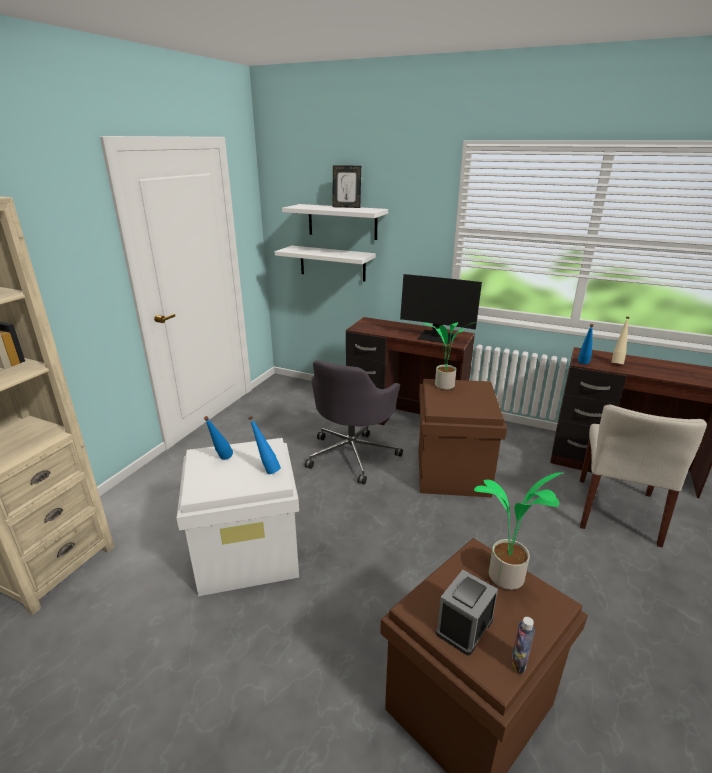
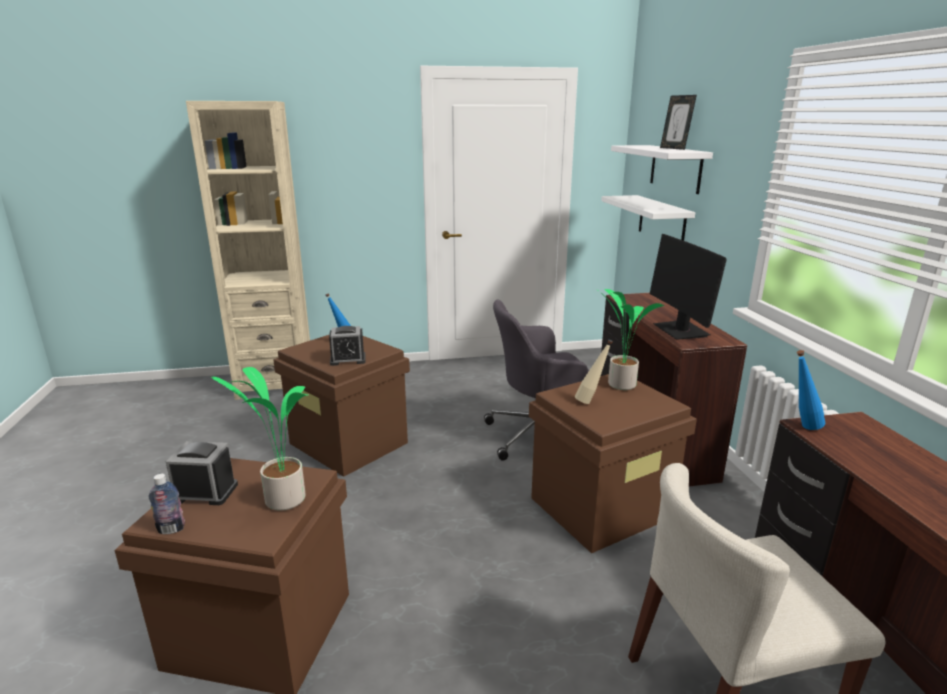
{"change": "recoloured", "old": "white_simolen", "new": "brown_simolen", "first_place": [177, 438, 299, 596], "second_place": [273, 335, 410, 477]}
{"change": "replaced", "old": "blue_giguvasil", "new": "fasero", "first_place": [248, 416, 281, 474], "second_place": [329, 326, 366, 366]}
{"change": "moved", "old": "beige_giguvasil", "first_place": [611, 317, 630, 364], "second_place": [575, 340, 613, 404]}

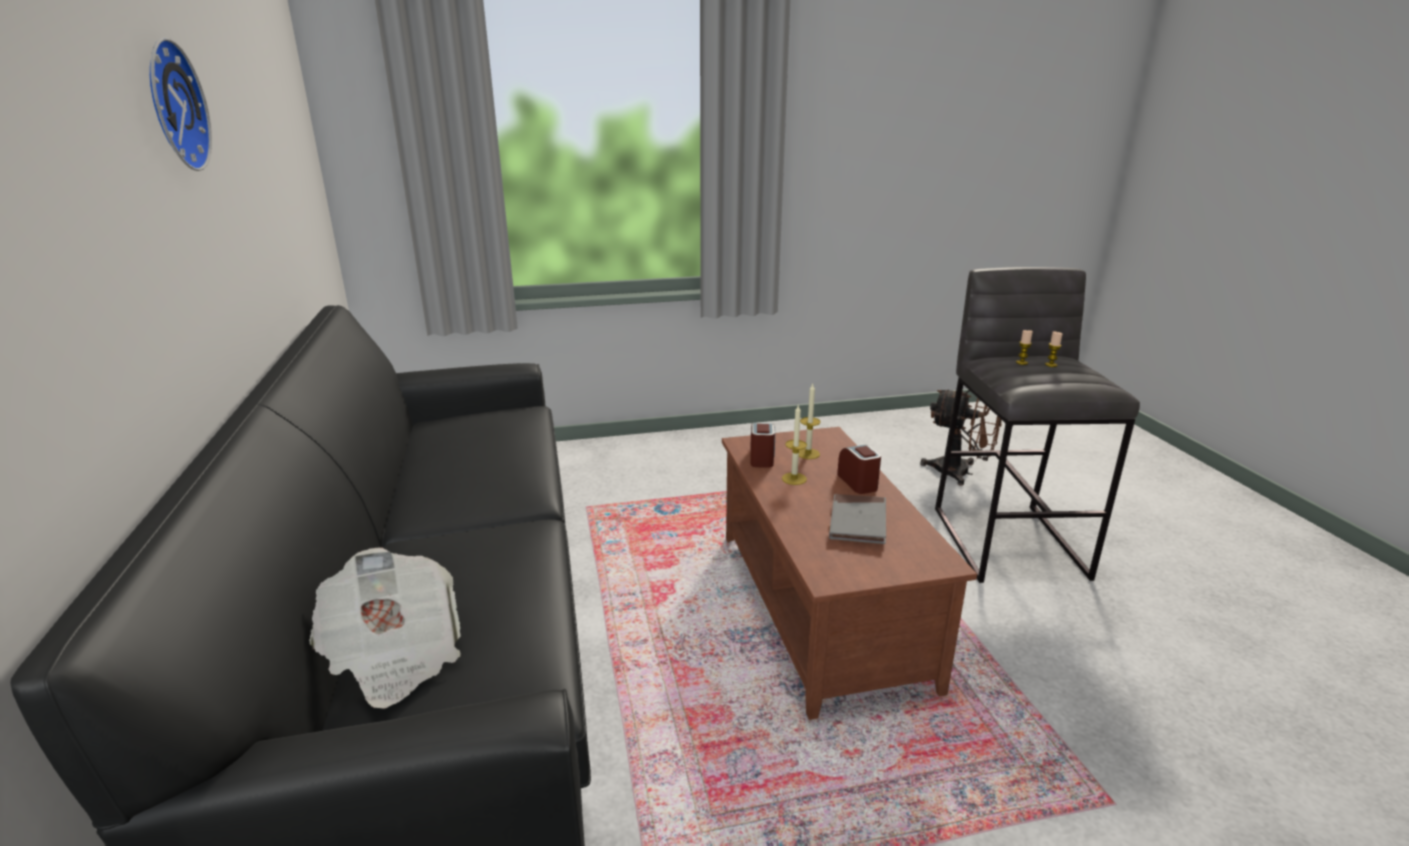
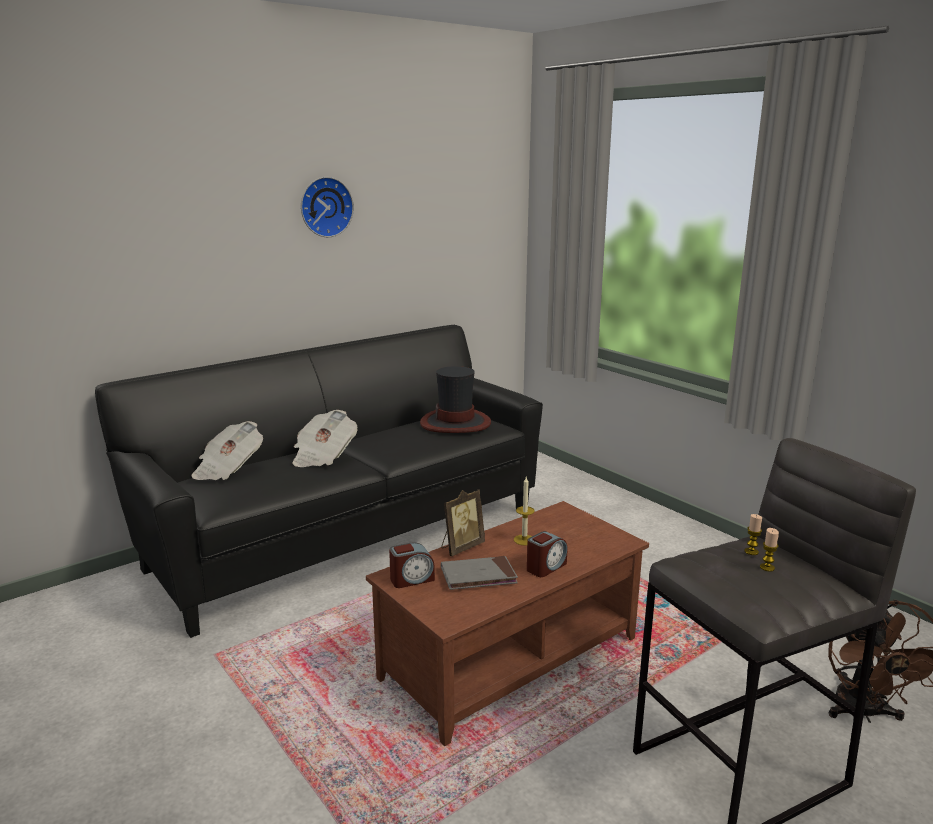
{"change": "moved", "old": "fasero", "first_place": [750, 423, 775, 468], "second_place": [389, 542, 435, 588]}
{"change": "removed", "old": "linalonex", "first_place": [799, 384, 820, 459]}
{"change": "added", "new": "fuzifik", "second_place": [293, 410, 358, 467]}
{"change": "added", "new": "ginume", "second_place": [420, 366, 491, 433]}
{"change": "added", "new": "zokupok", "second_place": [441, 489, 485, 556]}

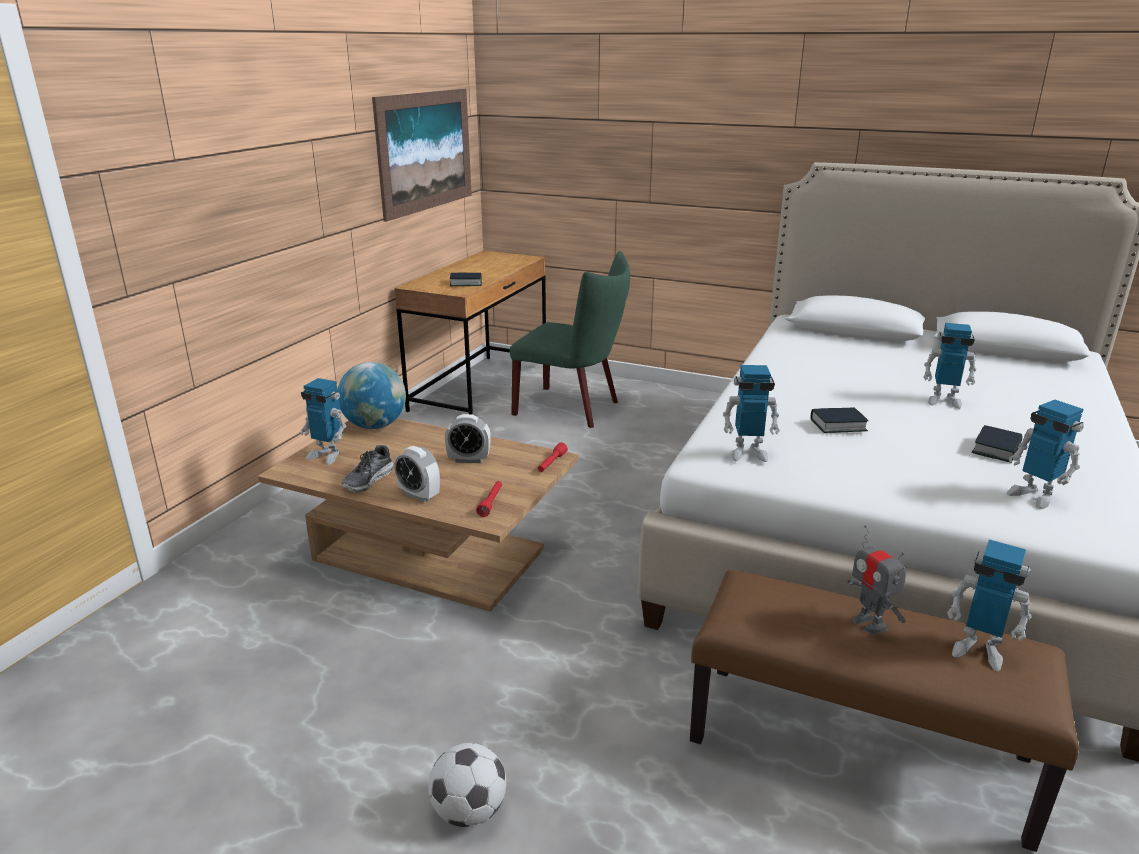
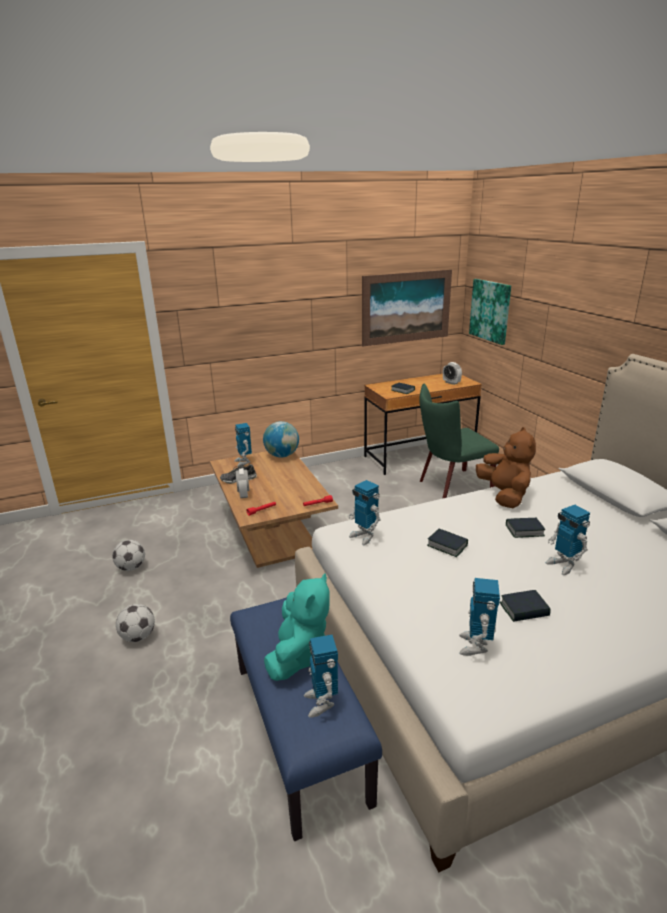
{"change": "moved", "old": "fasero", "first_place": [445, 414, 491, 463], "second_place": [443, 362, 462, 385]}
{"change": "turned", "old": "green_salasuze", "first_place": [510, 251, 630, 428], "second_place": [419, 384, 499, 499], "degrees": 90}
{"change": "recoloured", "old": "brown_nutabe", "new": "blue_nutabe", "first_place": [690, 570, 1079, 852], "second_place": [230, 597, 382, 841]}
{"change": "replaced", "old": "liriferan", "new": "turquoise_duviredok", "first_place": [847, 525, 906, 634], "second_place": [264, 573, 330, 681]}
{"change": "added", "new": "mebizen", "second_place": [112, 540, 145, 571]}
{"change": "added", "new": "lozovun", "second_place": [469, 279, 511, 345]}
{"change": "added", "new": "brown_duviredok", "second_place": [476, 427, 536, 508]}
{"change": "added", "new": "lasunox", "second_place": [506, 518, 545, 538]}

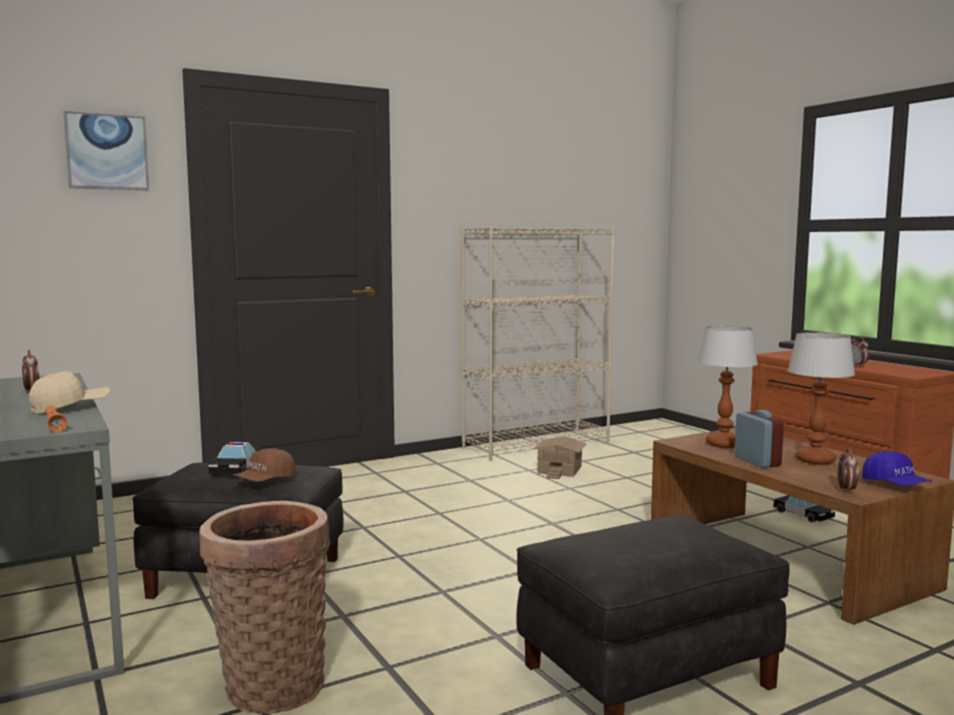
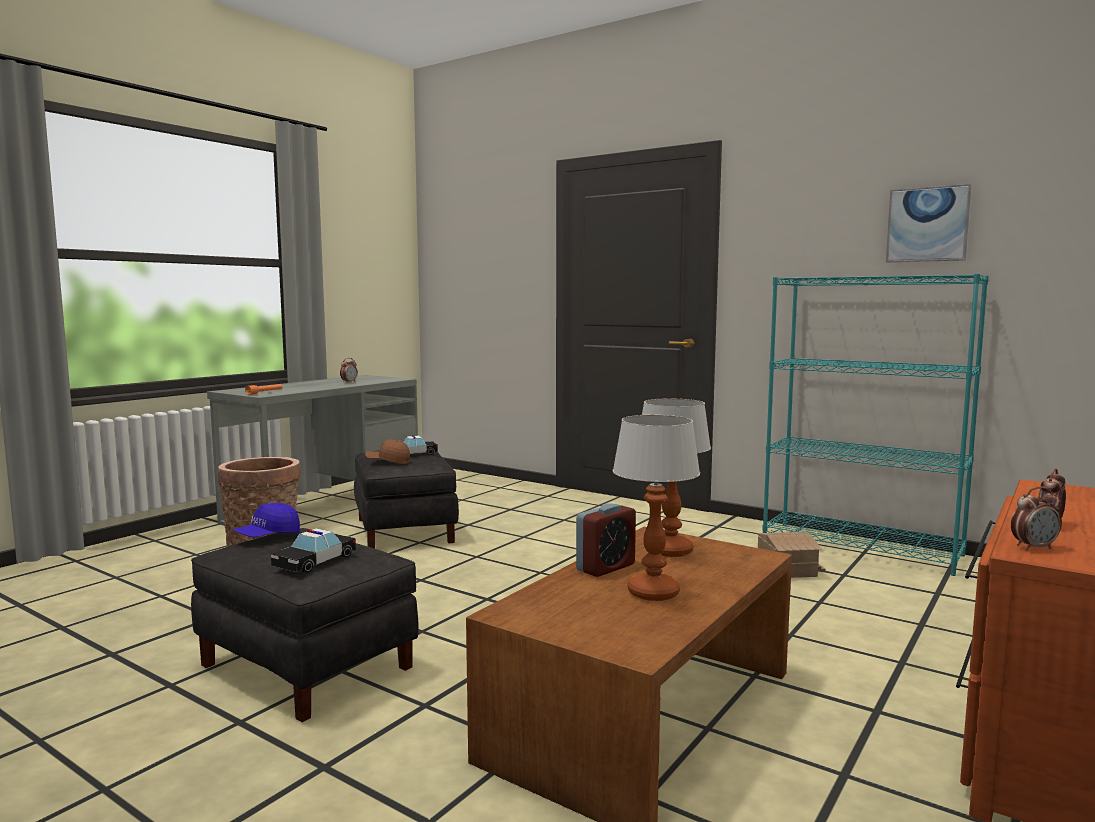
{"change": "removed", "old": "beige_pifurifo", "first_place": [29, 371, 110, 414]}
{"change": "moved", "old": "lozovun", "first_place": [64, 111, 149, 191], "second_place": [886, 184, 971, 262]}
{"change": "recoloured", "old": "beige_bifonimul", "new": "turquoise_bifonimul", "first_place": [461, 227, 615, 461], "second_place": [762, 274, 989, 576]}
{"change": "moved", "old": "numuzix", "first_place": [773, 495, 835, 522], "second_place": [271, 528, 356, 573]}
{"change": "moved", "old": "fasero", "first_place": [838, 448, 859, 494], "second_place": [1011, 487, 1062, 551]}
{"change": "moved", "old": "blue_pifurifo", "first_place": [862, 451, 932, 486], "second_place": [232, 503, 300, 537]}

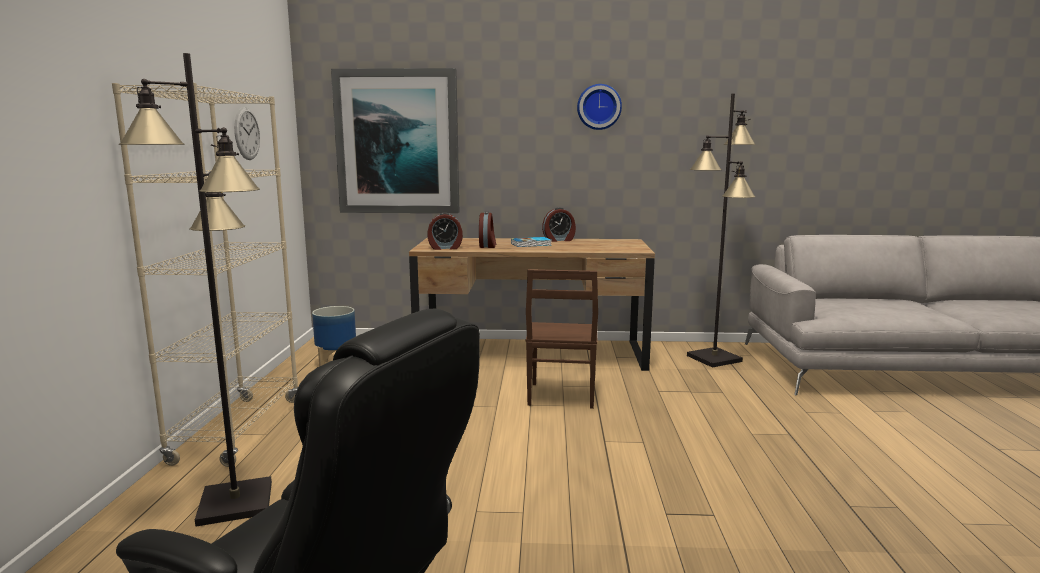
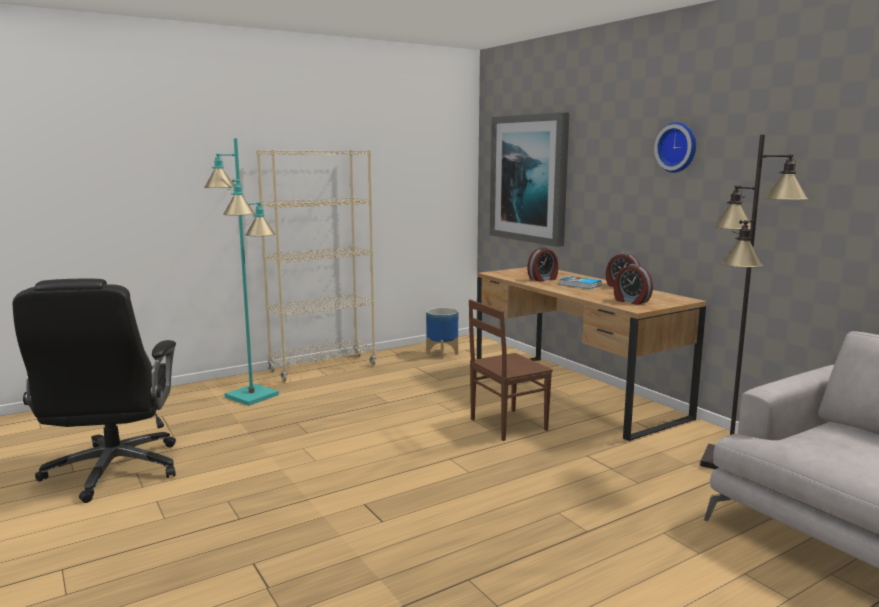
{"change": "recoloured", "old": "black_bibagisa", "new": "turquoise_bibagisa", "first_place": [119, 53, 272, 527], "second_place": [204, 138, 279, 406]}
{"change": "removed", "old": "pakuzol", "first_place": [234, 107, 260, 160]}
{"change": "moved", "old": "fasero", "first_place": [428, 213, 463, 250], "second_place": [614, 264, 653, 305]}

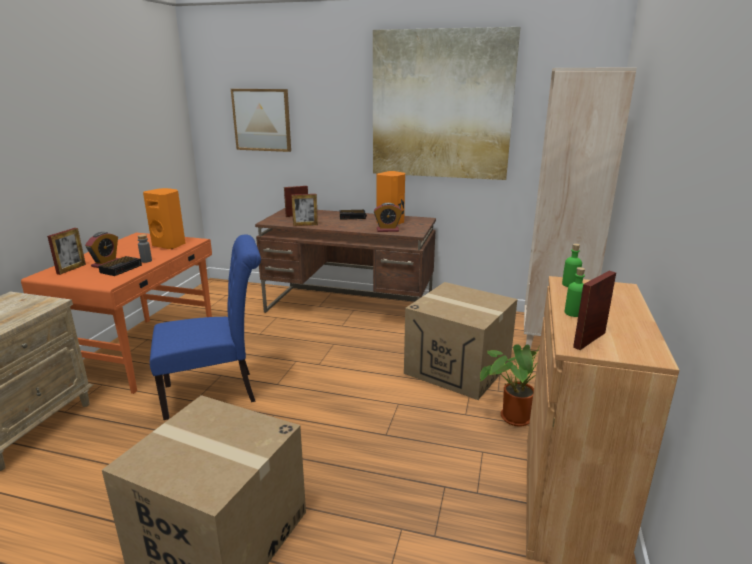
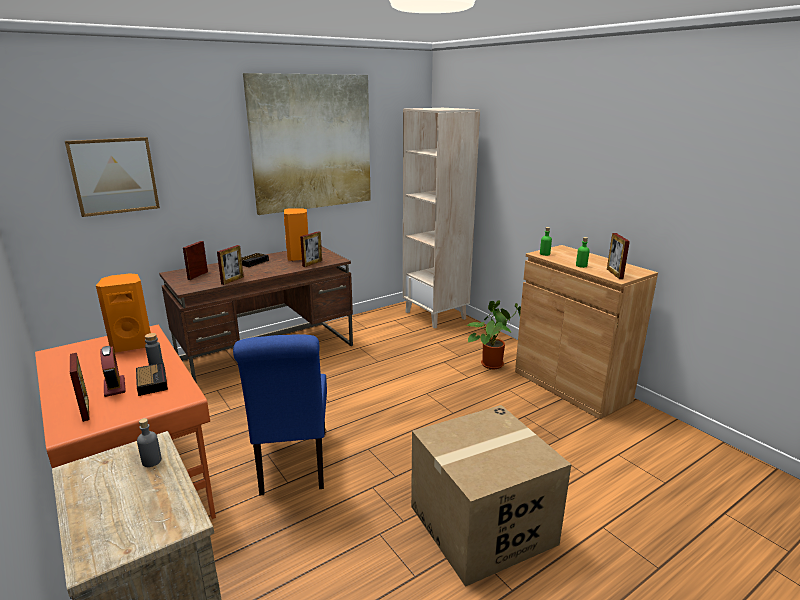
{"change": "turned", "old": "blue_salasuze", "first_place": [150, 235, 261, 420], "second_place": [233, 334, 327, 496], "degrees": 150}
{"change": "replaced", "old": "fasero", "new": "zokupok", "first_place": [374, 203, 402, 232], "second_place": [300, 231, 322, 267]}
{"change": "removed", "old": "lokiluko", "first_place": [404, 282, 517, 400]}
{"change": "added", "new": "grey_giguvasil", "second_place": [137, 418, 162, 467]}

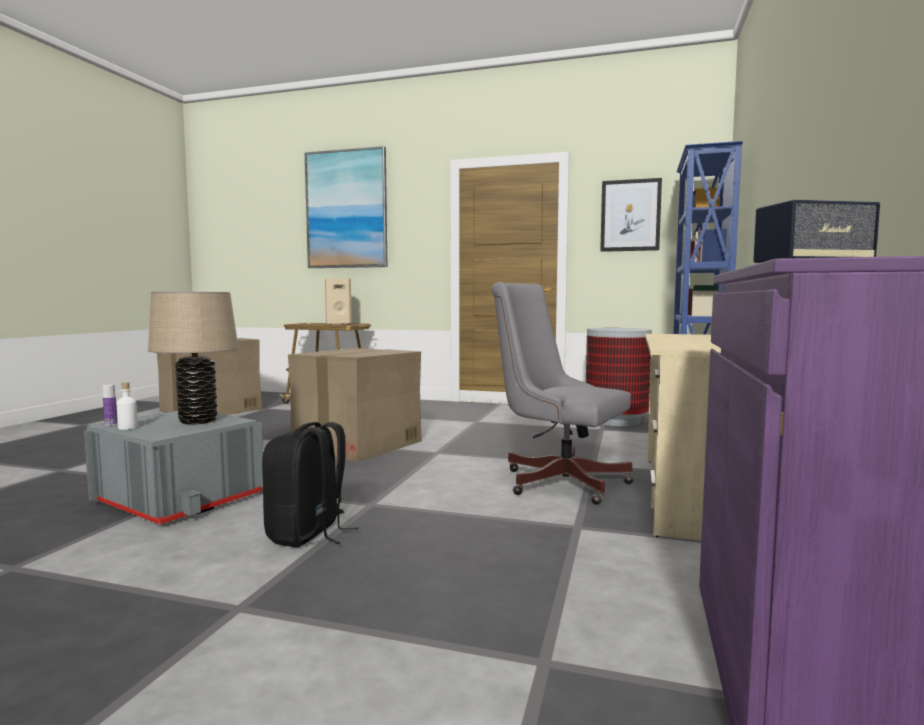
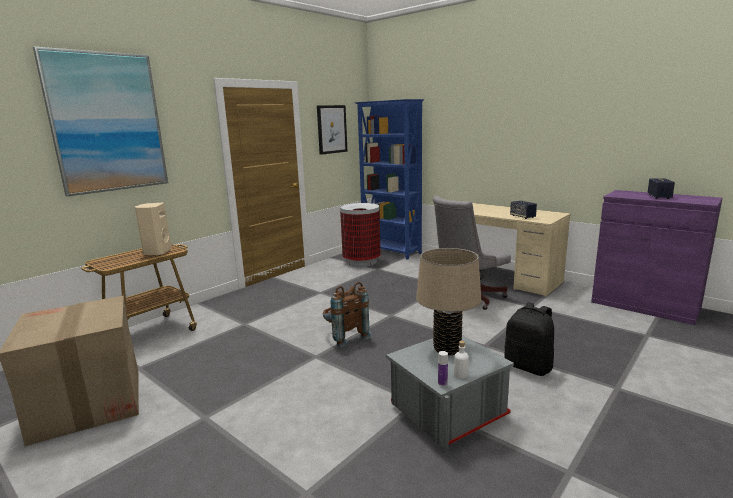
{"change": "replaced", "old": "lokiluko", "new": "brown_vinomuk", "first_place": [288, 348, 422, 462], "second_place": [323, 282, 371, 348]}
{"change": "added", "new": "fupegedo", "second_place": [510, 200, 537, 219]}

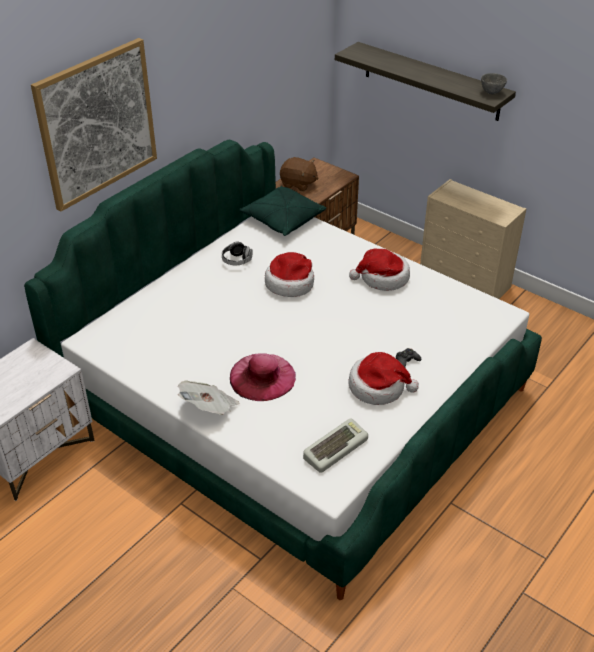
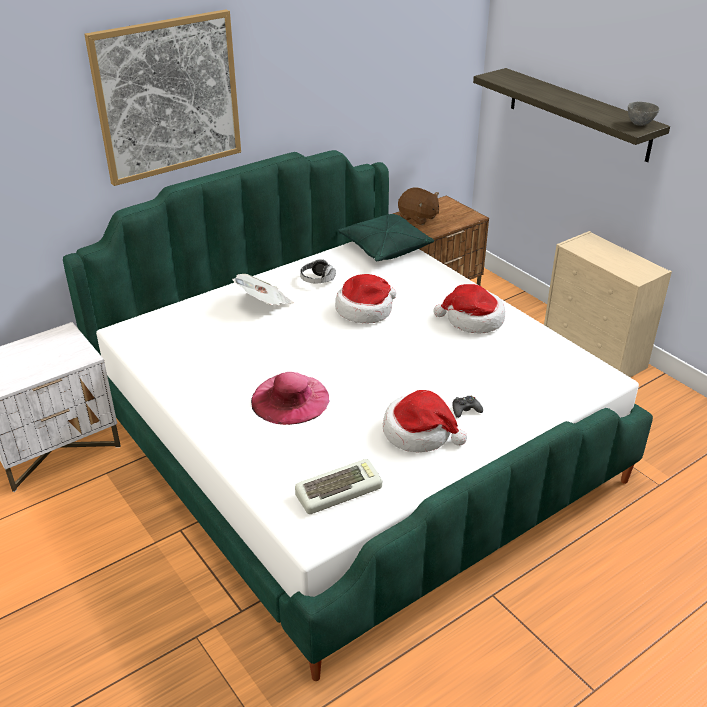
{"change": "moved", "old": "fuzifik", "first_place": [178, 380, 239, 415], "second_place": [232, 274, 294, 306]}

